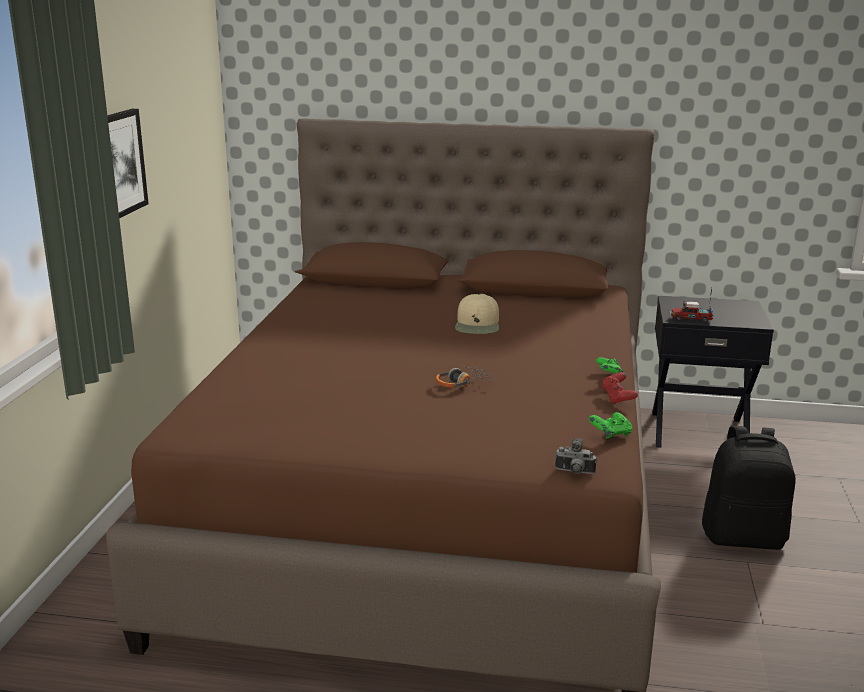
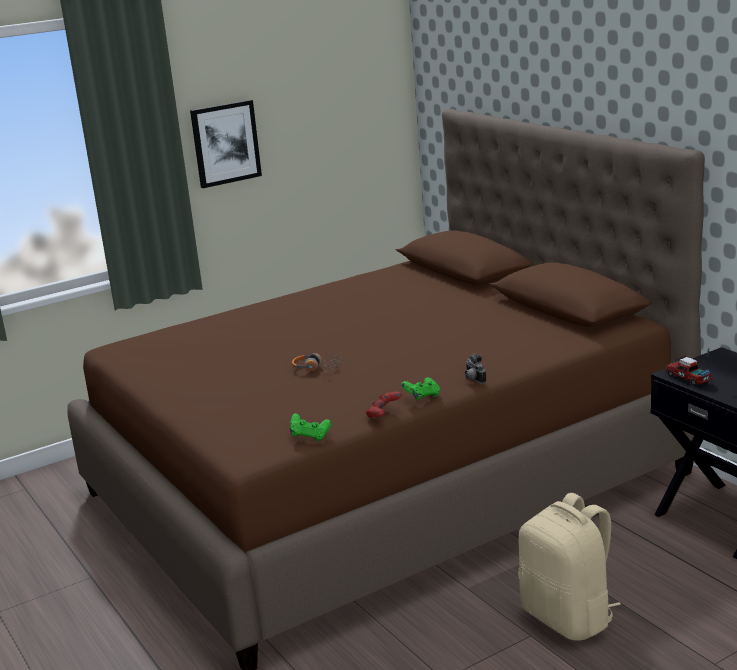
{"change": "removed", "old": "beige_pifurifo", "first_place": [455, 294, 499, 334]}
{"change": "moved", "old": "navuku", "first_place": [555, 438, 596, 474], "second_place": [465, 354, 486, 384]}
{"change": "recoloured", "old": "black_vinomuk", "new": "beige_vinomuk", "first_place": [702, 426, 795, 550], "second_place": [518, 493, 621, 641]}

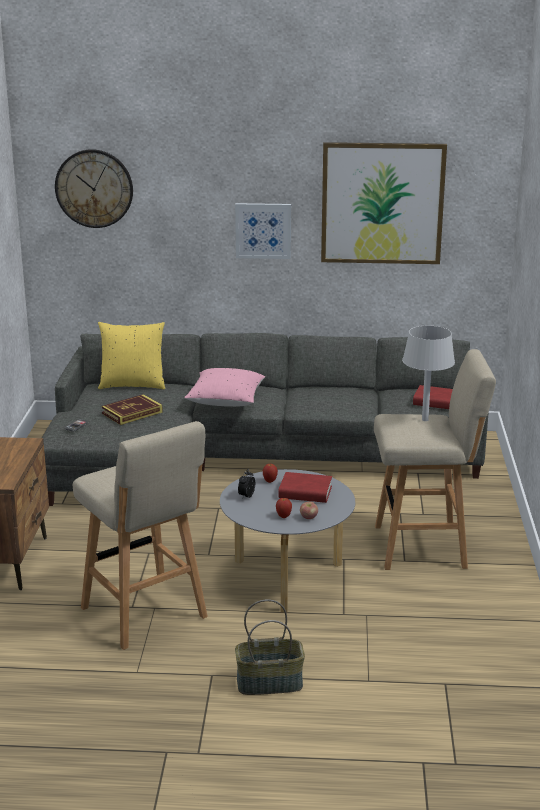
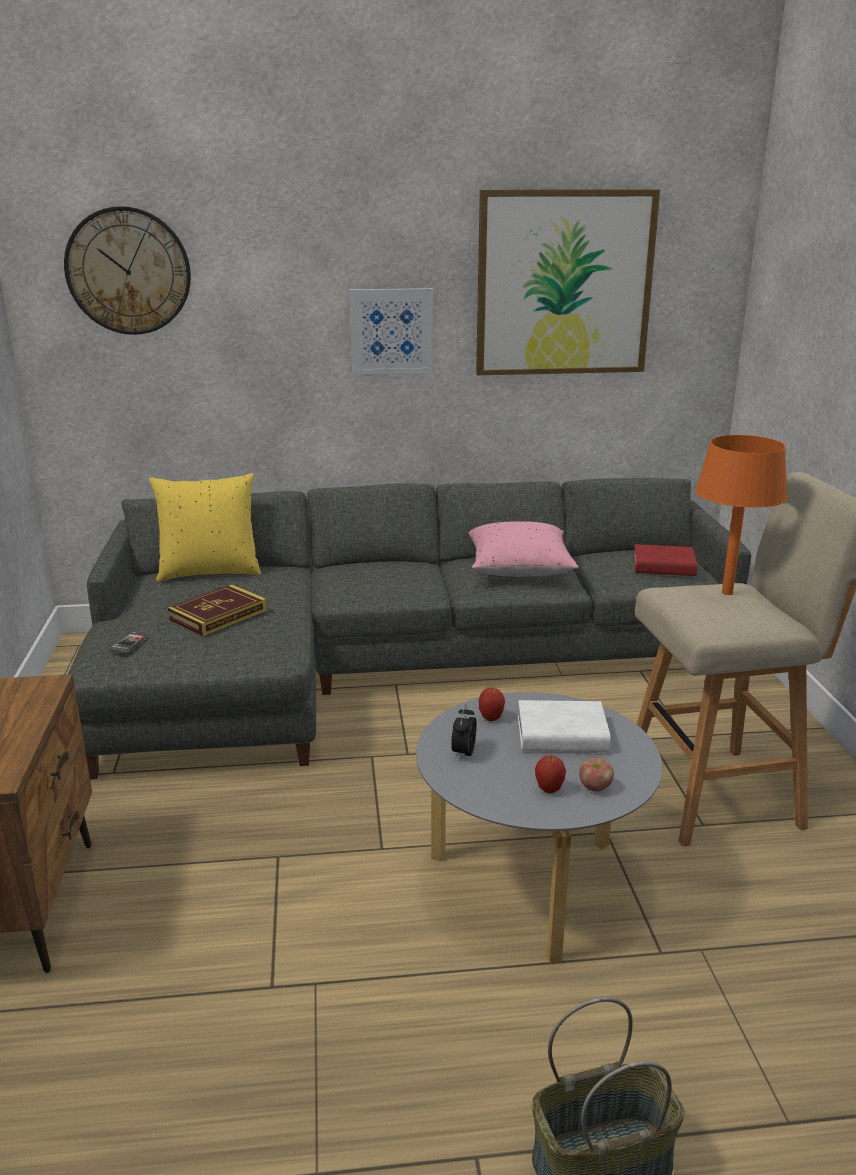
{"change": "removed", "old": "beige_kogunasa", "first_place": [73, 421, 208, 650]}
{"change": "moved", "old": "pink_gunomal", "first_place": [184, 368, 265, 407], "second_place": [469, 521, 579, 577]}
{"change": "recoloured", "old": "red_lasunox", "new": "white_lasunox", "first_place": [278, 472, 332, 503], "second_place": [518, 700, 611, 752]}
{"change": "recoloured", "old": "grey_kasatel", "new": "orange_kasatel", "first_place": [402, 326, 455, 421], "second_place": [695, 435, 787, 595]}

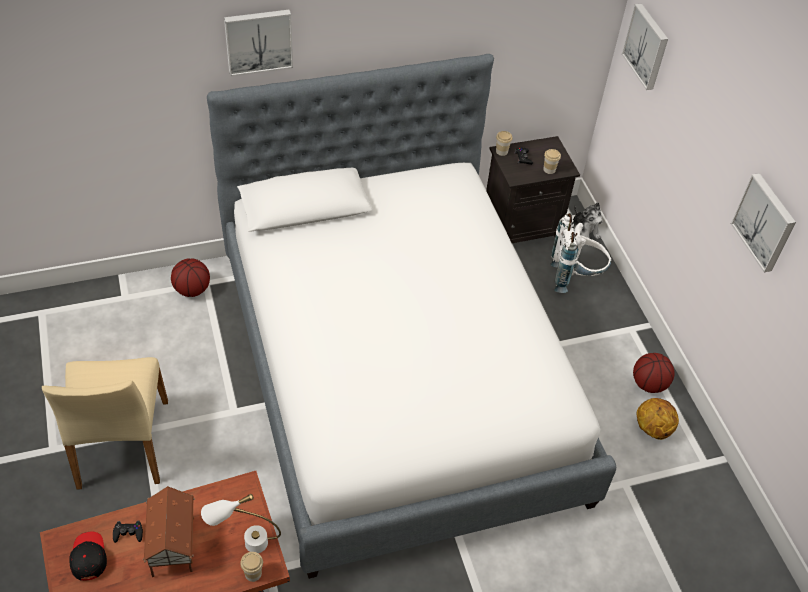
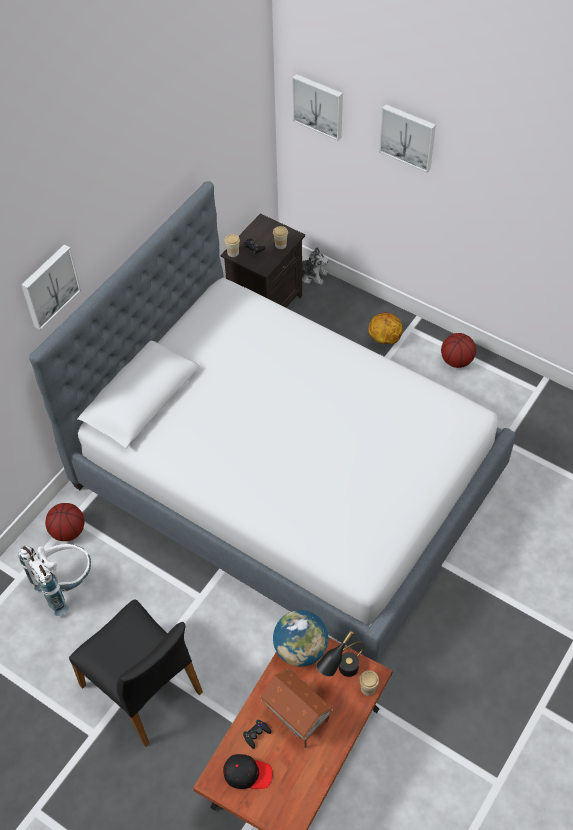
{"change": "recoloured", "old": "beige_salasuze", "new": "black_salasuze", "first_place": [42, 357, 168, 490], "second_place": [69, 600, 203, 747]}
{"change": "turned", "old": "black_pifurifo", "first_place": [69, 532, 107, 581], "second_place": [223, 754, 273, 789], "degrees": 150}
{"change": "recoloured", "old": "white_kasatel", "new": "black_kasatel", "first_place": [201, 494, 281, 553], "second_place": [316, 630, 365, 677]}
{"change": "moved", "old": "white_vinomuk", "first_place": [550, 213, 611, 293], "second_place": [18, 544, 91, 616]}
{"change": "moved", "old": "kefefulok", "first_place": [637, 398, 679, 440], "second_place": [368, 312, 403, 344]}
{"change": "moved", "old": "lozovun", "first_place": [731, 173, 796, 272], "second_place": [379, 104, 436, 173]}
{"change": "added", "new": "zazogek", "second_place": [273, 610, 328, 667]}

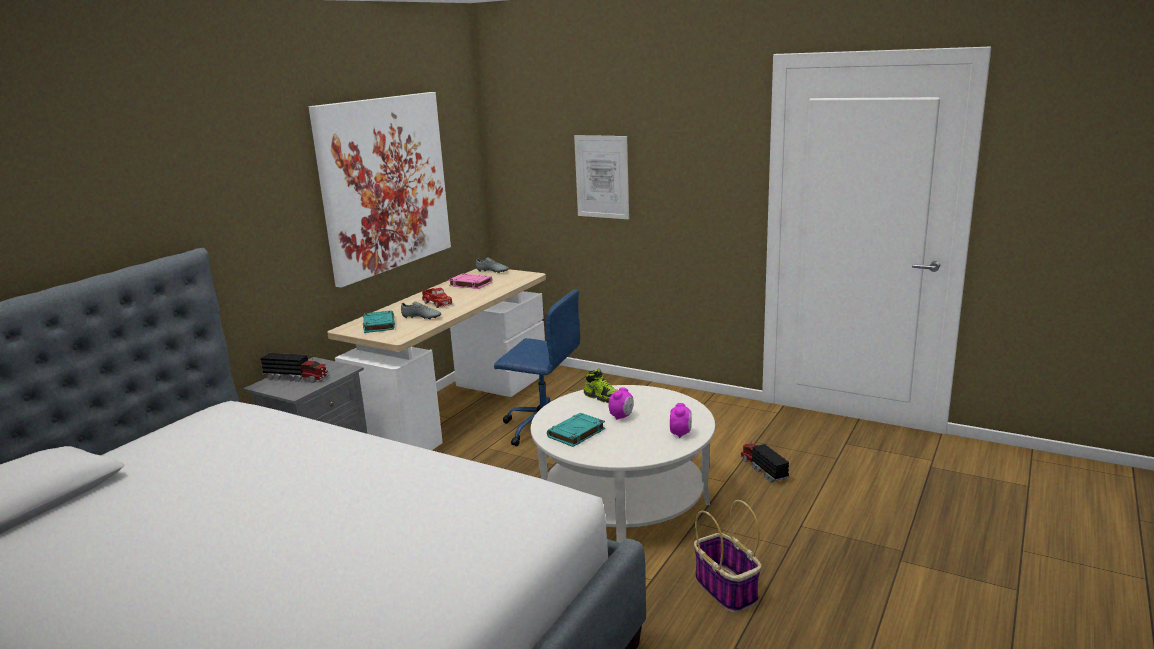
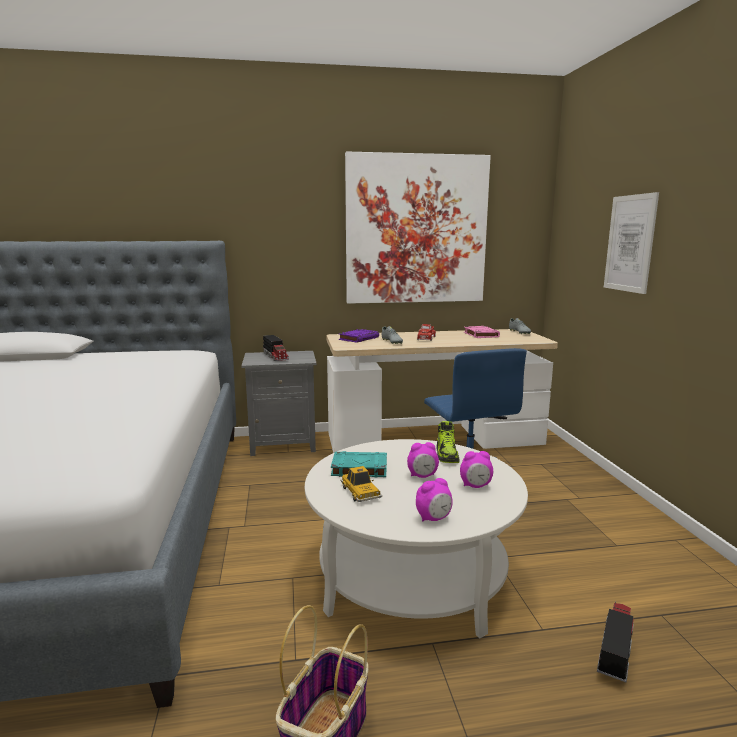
{"change": "recoloured", "old": "turquoise_lasunox", "new": "purple_lasunox", "first_place": [363, 310, 395, 333], "second_place": [339, 329, 379, 343]}
{"change": "added", "new": "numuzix", "second_place": [340, 466, 382, 502]}
{"change": "added", "new": "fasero", "second_place": [460, 451, 493, 488]}

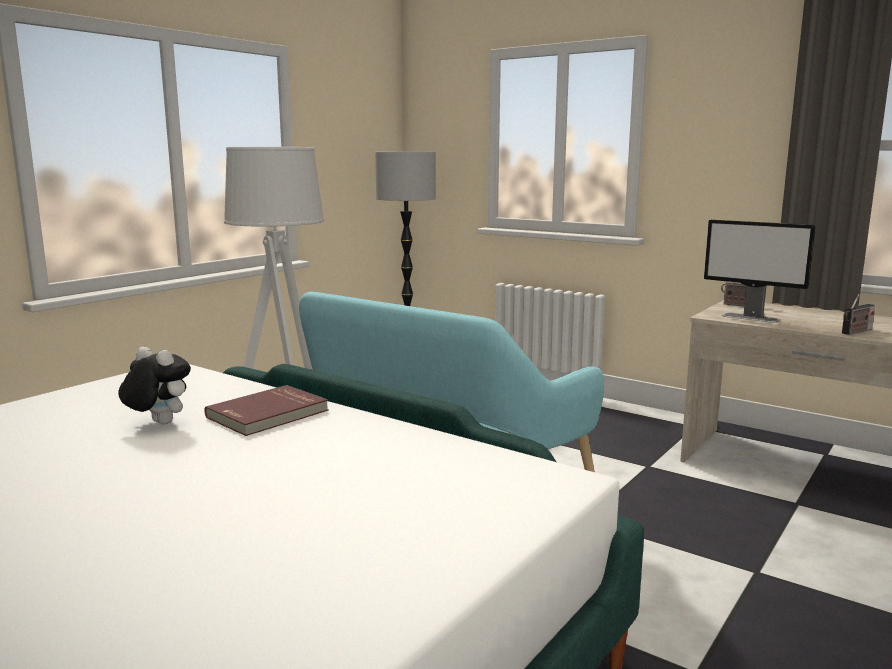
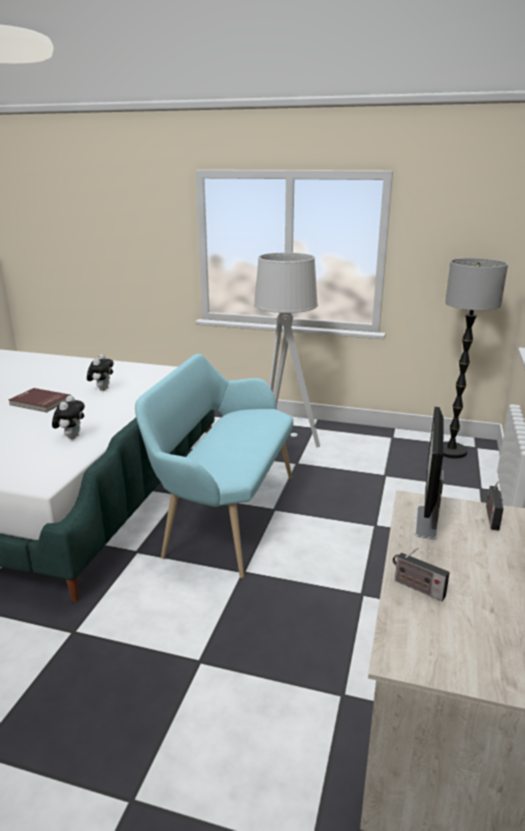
{"change": "moved", "old": "red_lasunox", "first_place": [205, 385, 328, 436], "second_place": [9, 388, 70, 412]}
{"change": "added", "new": "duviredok", "second_place": [52, 395, 85, 439]}

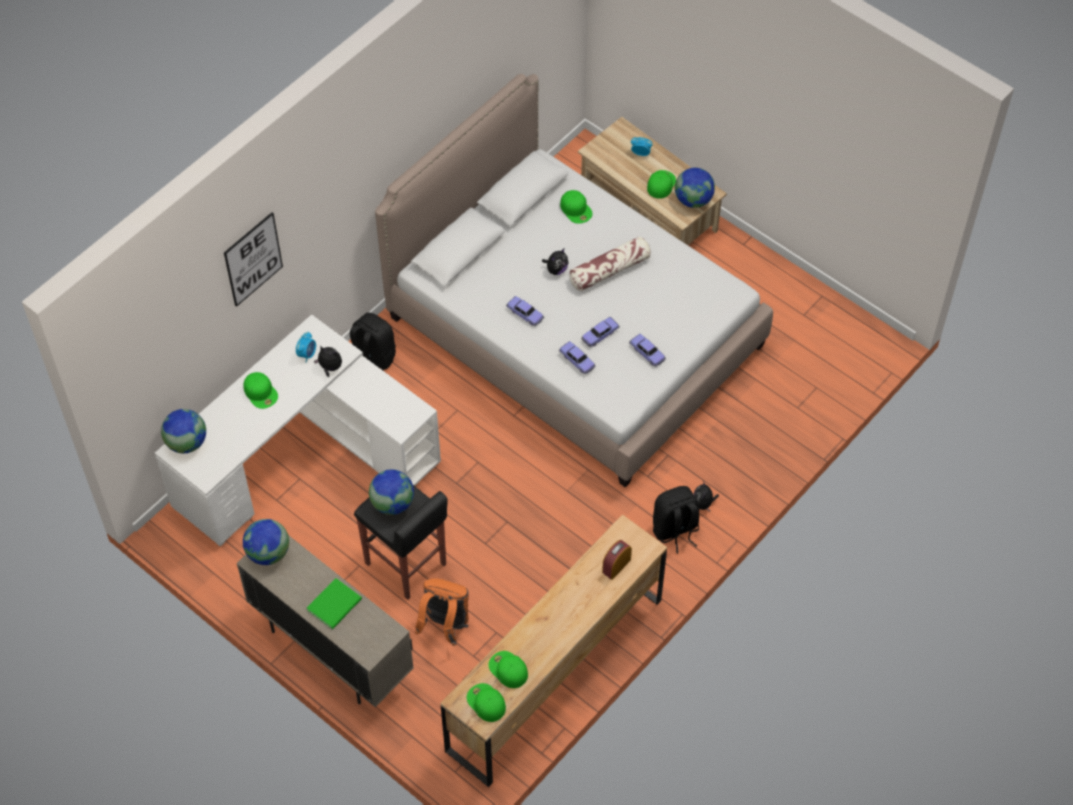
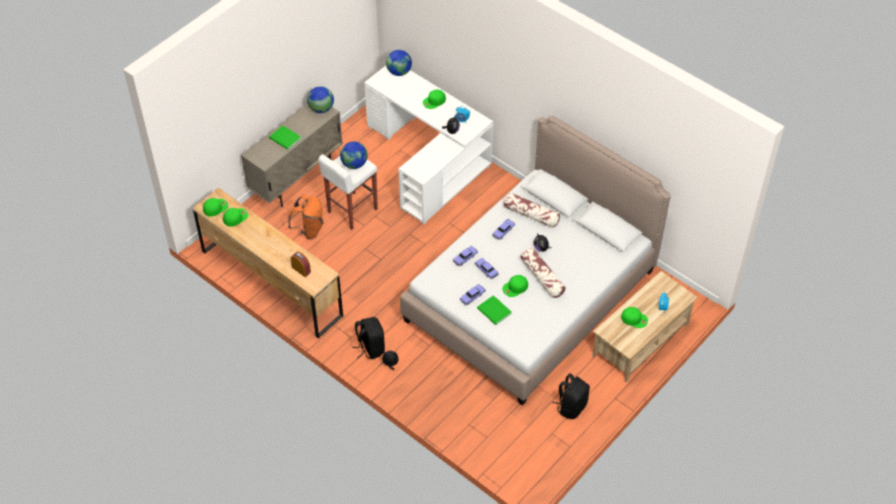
{"change": "removed", "old": "lozovun", "first_place": [224, 212, 283, 307]}
{"change": "moved", "old": "black_vinomuk", "first_place": [350, 313, 396, 370], "second_place": [553, 373, 590, 419]}
{"change": "recoloured", "old": "black_kogunasa", "new": "white_kogunasa", "first_place": [354, 485, 448, 600], "second_place": [318, 154, 378, 230]}
{"change": "moved", "old": "green_pifurifo", "first_place": [560, 190, 592, 224], "second_place": [502, 275, 528, 297]}
{"change": "removed", "old": "zazogek", "first_place": [675, 168, 715, 208]}
{"change": "added", "new": "green_lasunox", "second_place": [477, 295, 512, 325]}
{"change": "added", "new": "gunomal", "second_place": [504, 193, 560, 228]}

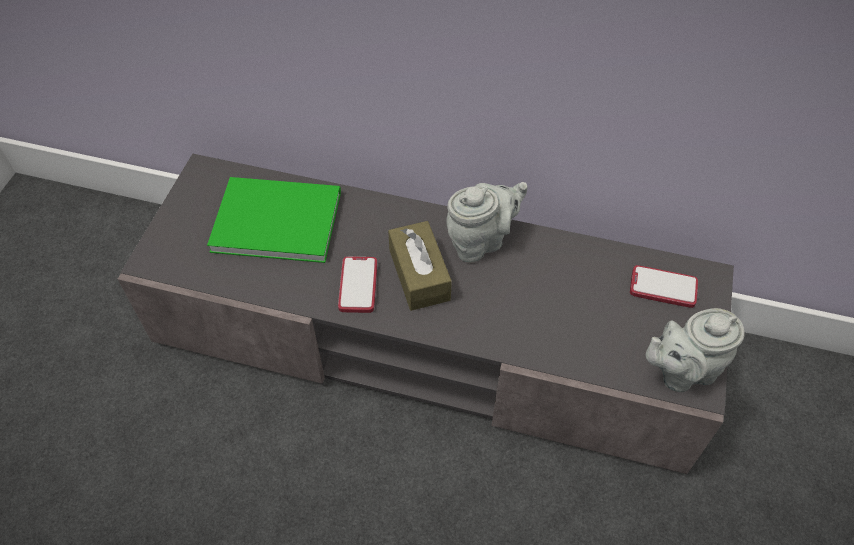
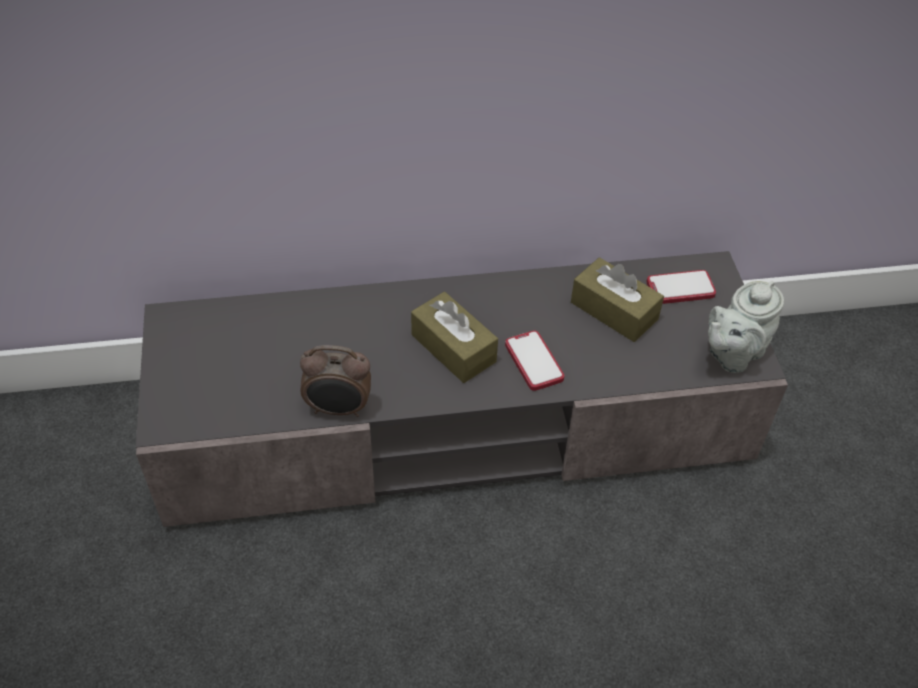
{"change": "removed", "old": "green_lasunox", "first_place": [207, 177, 341, 263]}
{"change": "moved", "old": "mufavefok", "first_place": [338, 257, 377, 313], "second_place": [505, 331, 565, 391]}
{"change": "removed", "old": "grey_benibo", "first_place": [446, 182, 528, 263]}
{"change": "added", "new": "fasero", "second_place": [300, 345, 371, 417]}
{"change": "added", "new": "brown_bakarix", "second_place": [571, 257, 664, 342]}

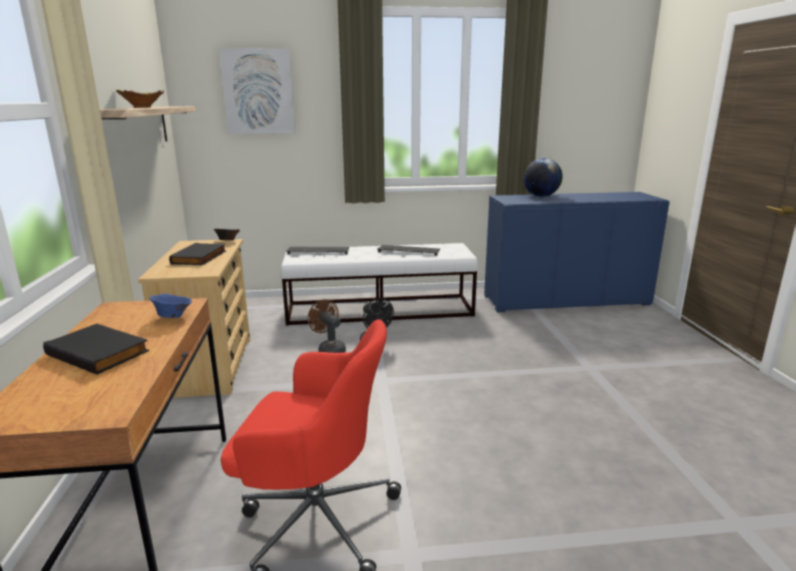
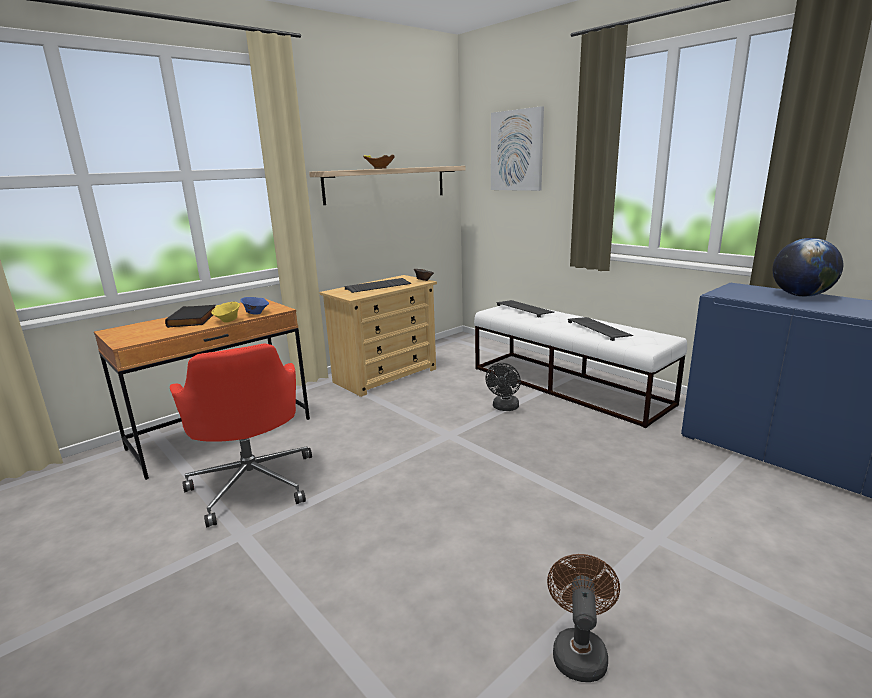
{"change": "replaced", "old": "black_lasunox", "new": "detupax", "first_place": [169, 243, 226, 265], "second_place": [344, 278, 411, 293]}
{"change": "moved", "old": "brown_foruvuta", "first_place": [308, 299, 346, 353], "second_place": [547, 554, 620, 682]}
{"change": "added", "new": "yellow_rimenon", "second_place": [211, 302, 240, 323]}

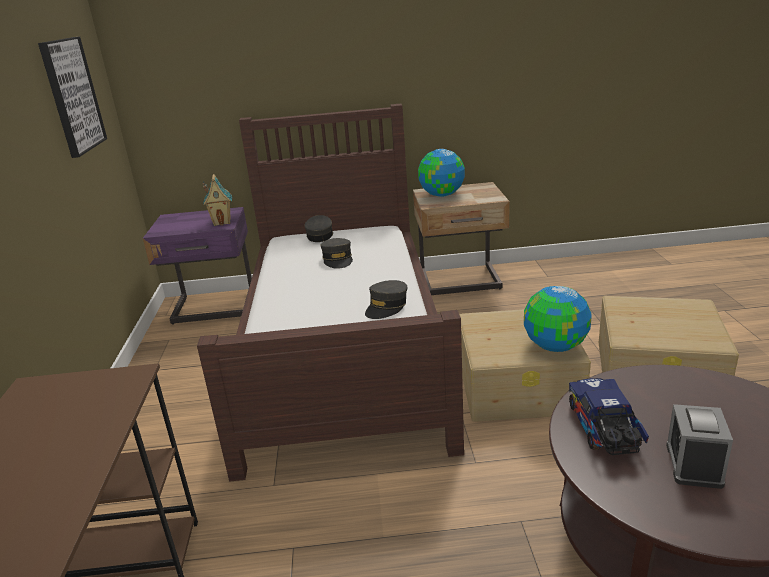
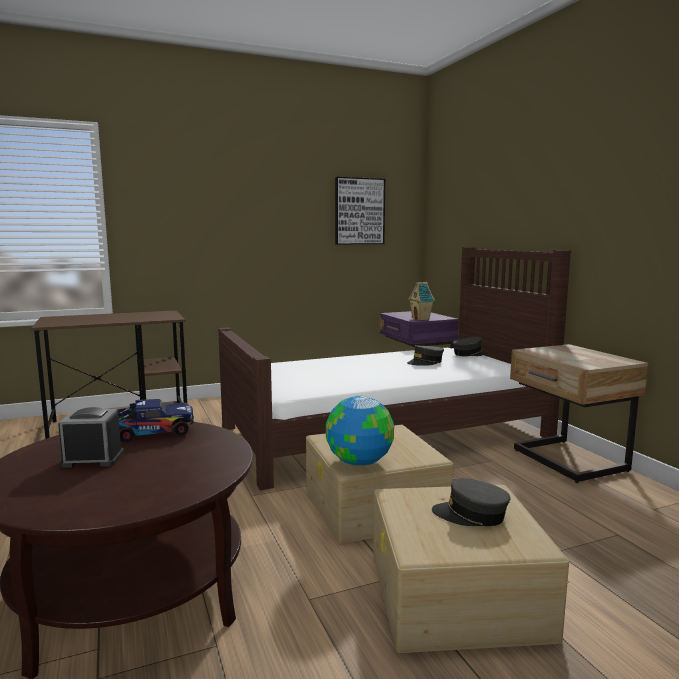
{"change": "moved", "old": "grey_pifurifo", "first_place": [365, 280, 407, 319], "second_place": [432, 478, 510, 526]}
{"change": "removed", "old": "zazogek", "first_place": [418, 149, 465, 197]}

